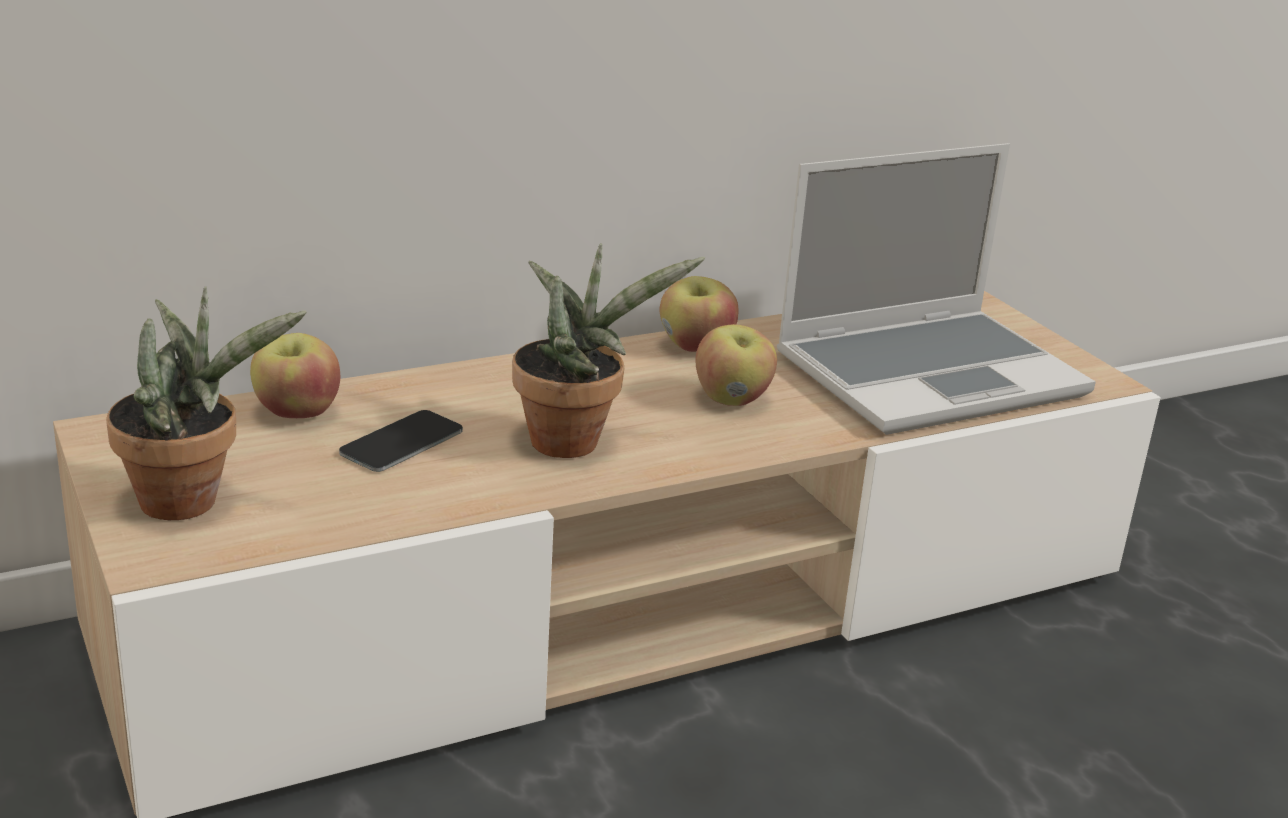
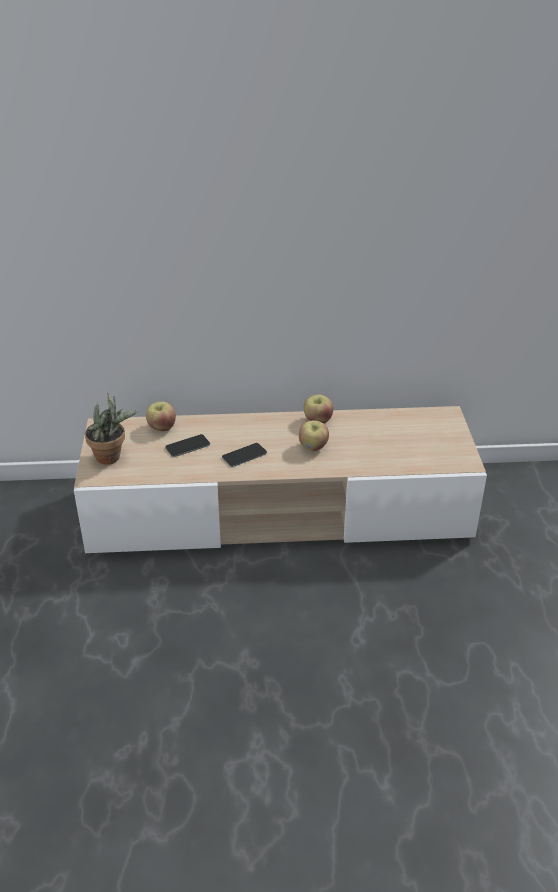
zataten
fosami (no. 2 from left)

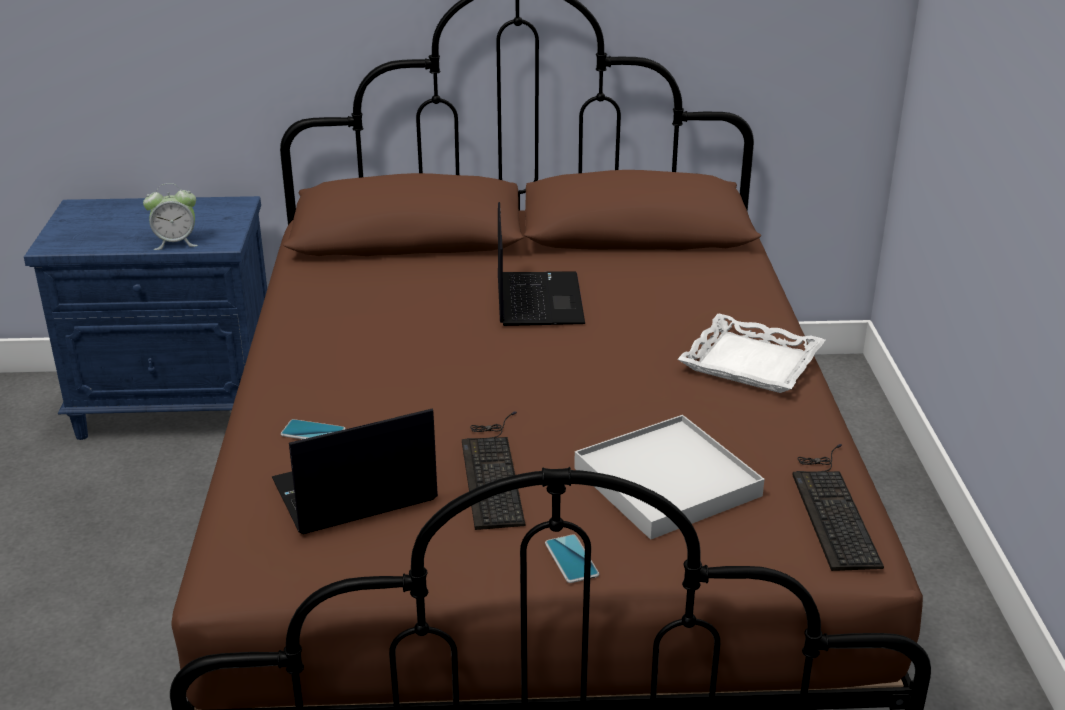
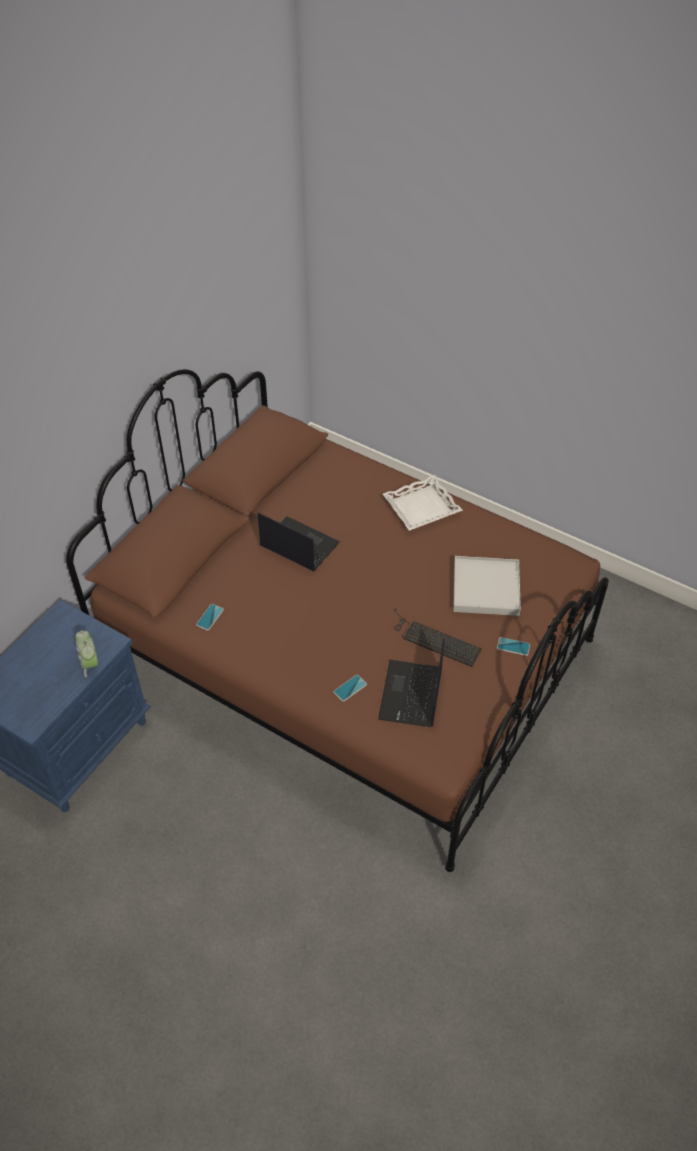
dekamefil (no. 2 from left in the first image)
fosami (no. 1 from left)
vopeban

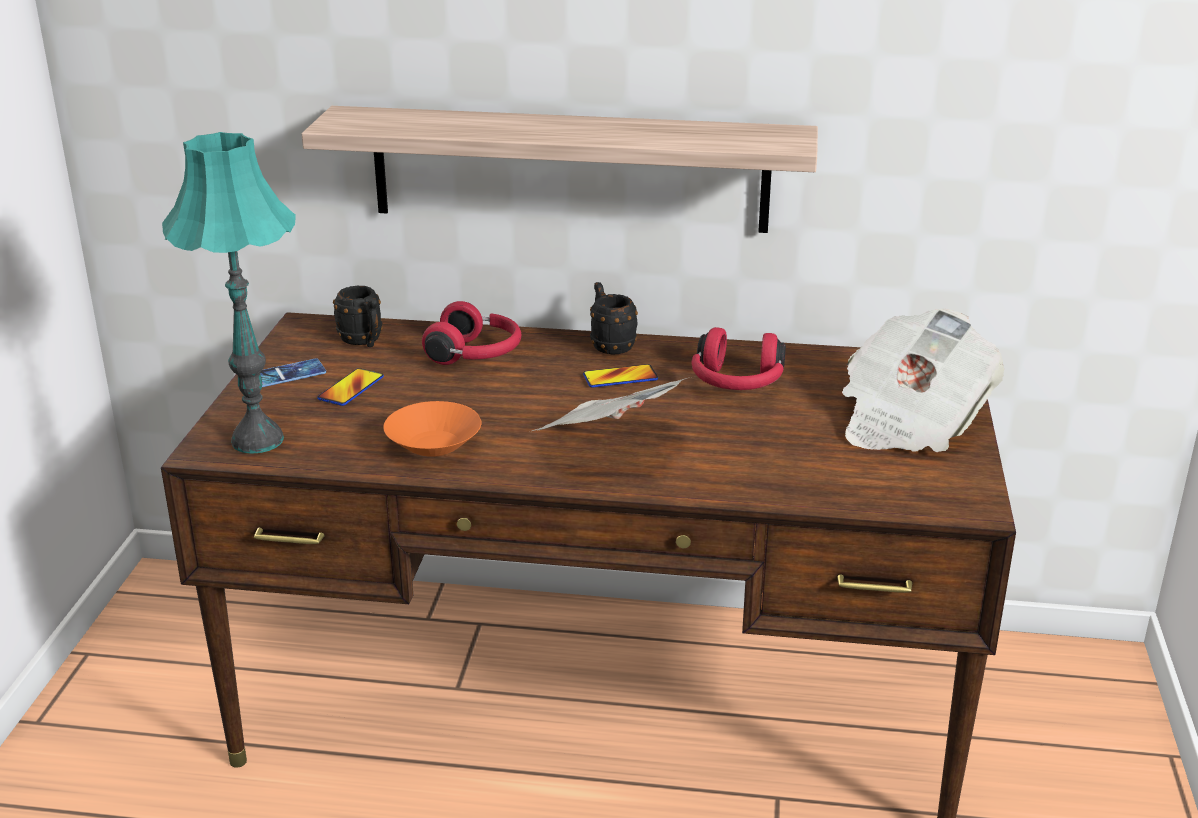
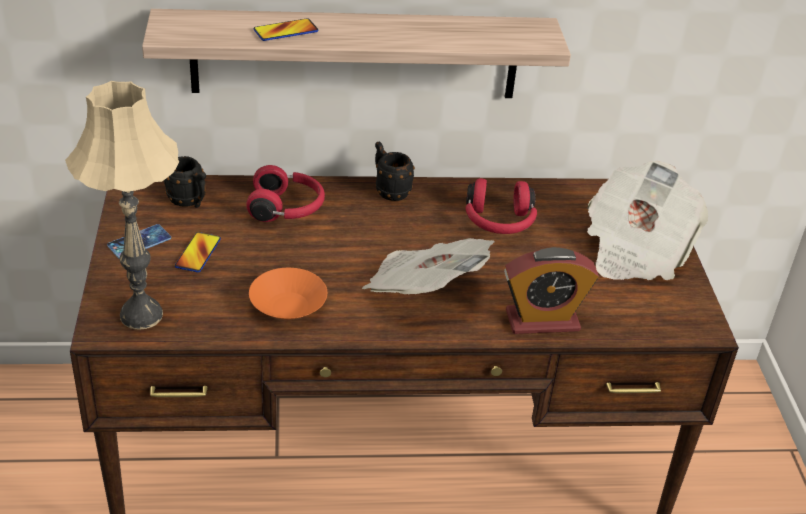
vopeban
fosami (no. 3 from left)
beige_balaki

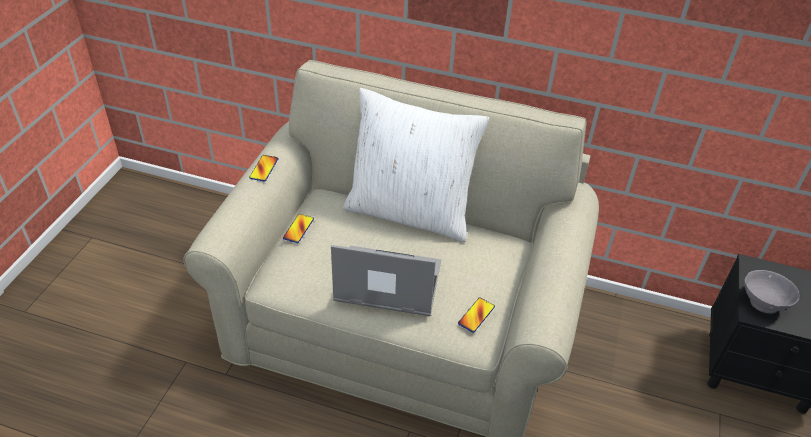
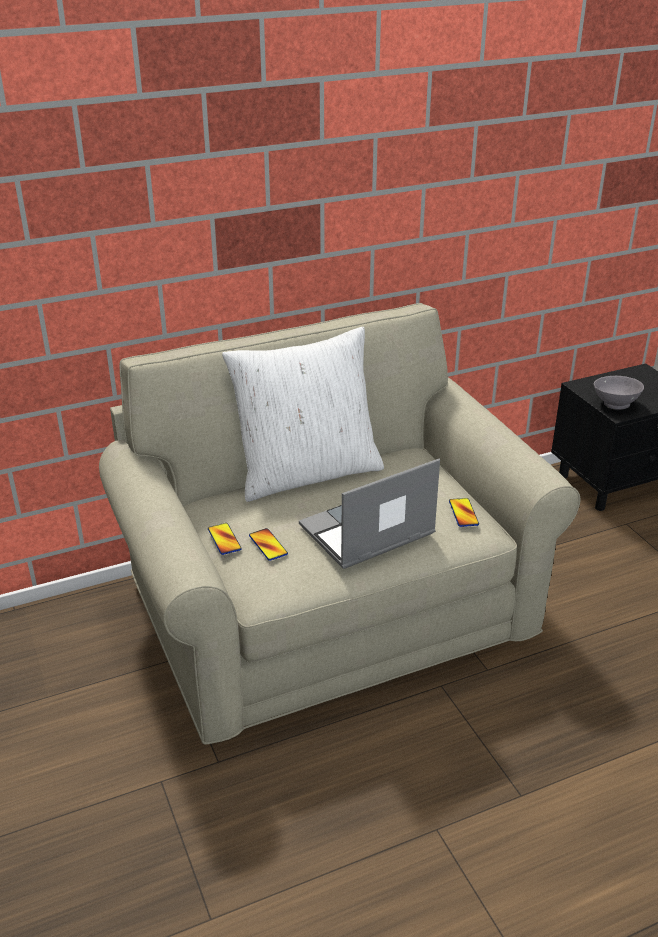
fosami (no. 2 from left)

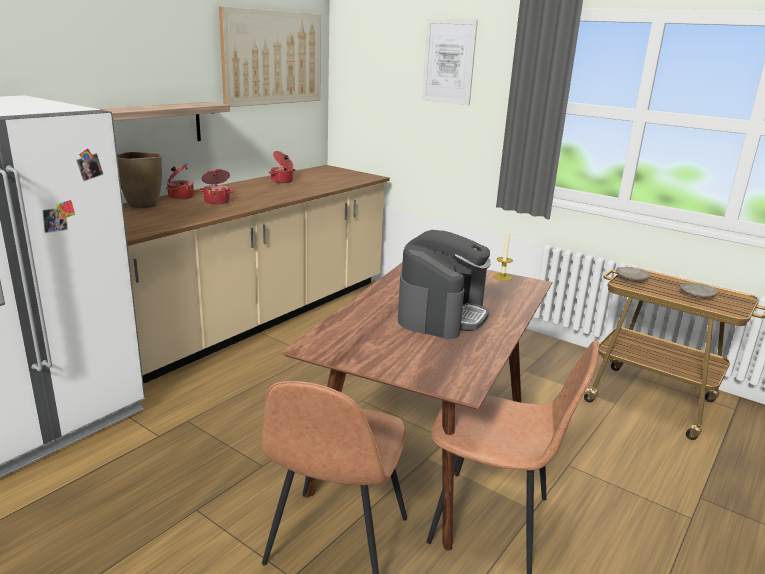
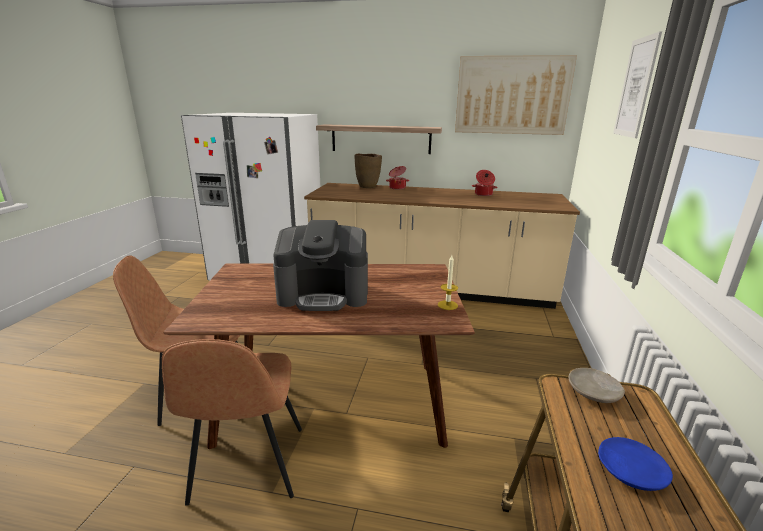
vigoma (no. 2 from left in the first image)
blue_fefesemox

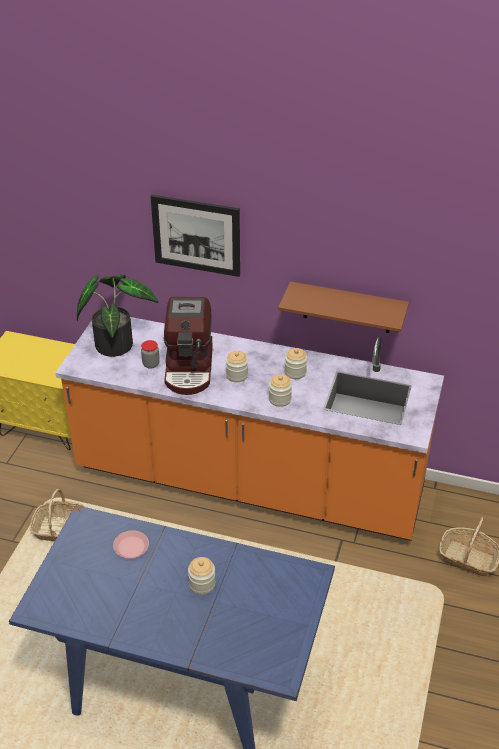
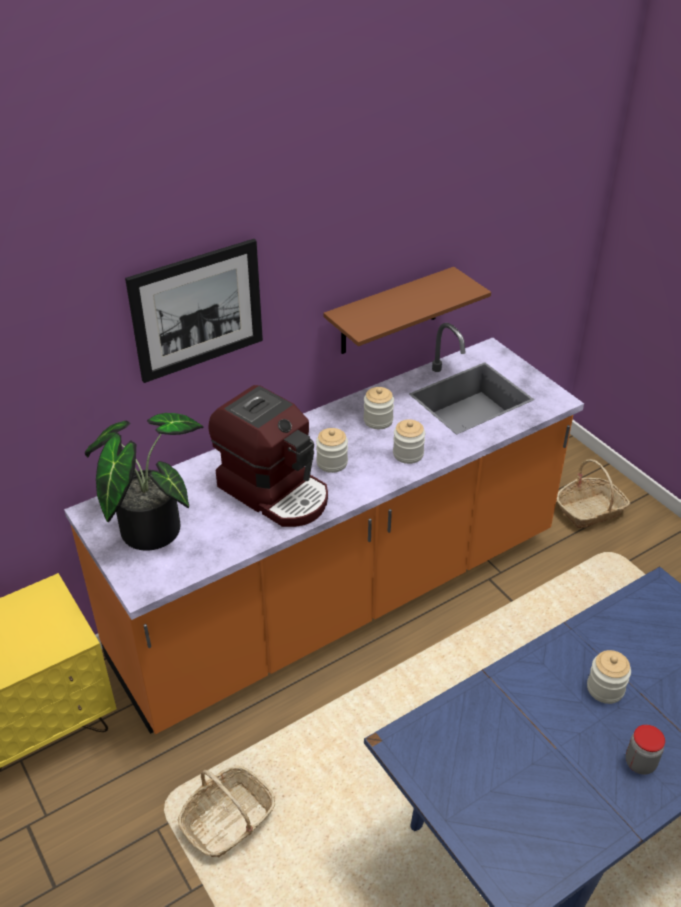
pink_fefesemox
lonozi (no. 5 from left)

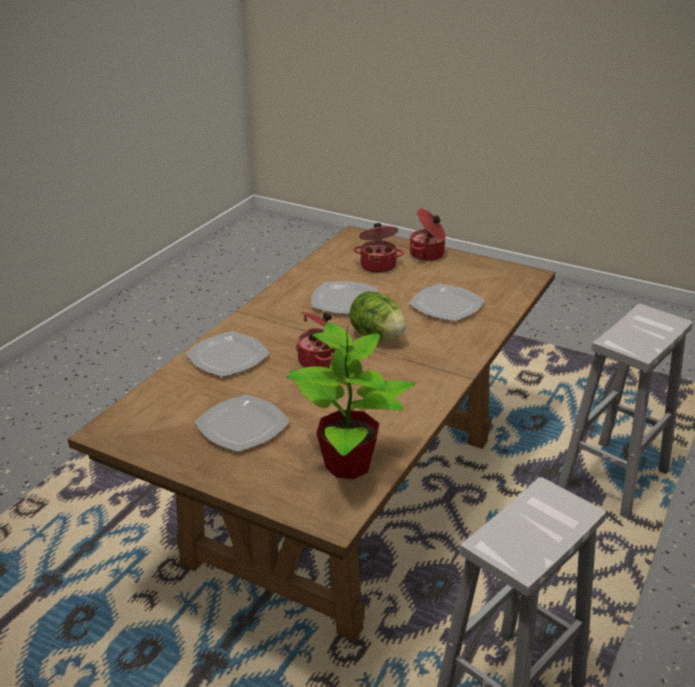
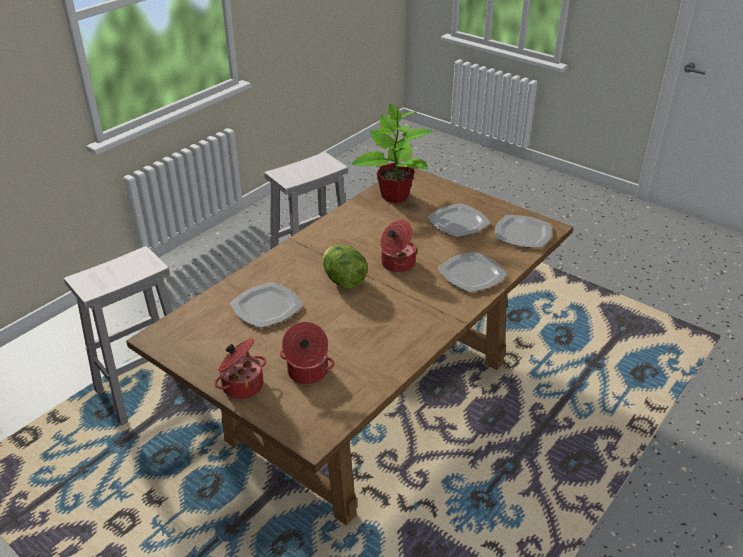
fefesemox (no. 4 from left)

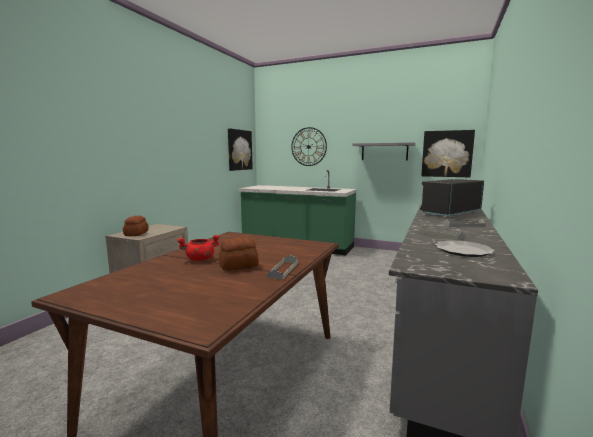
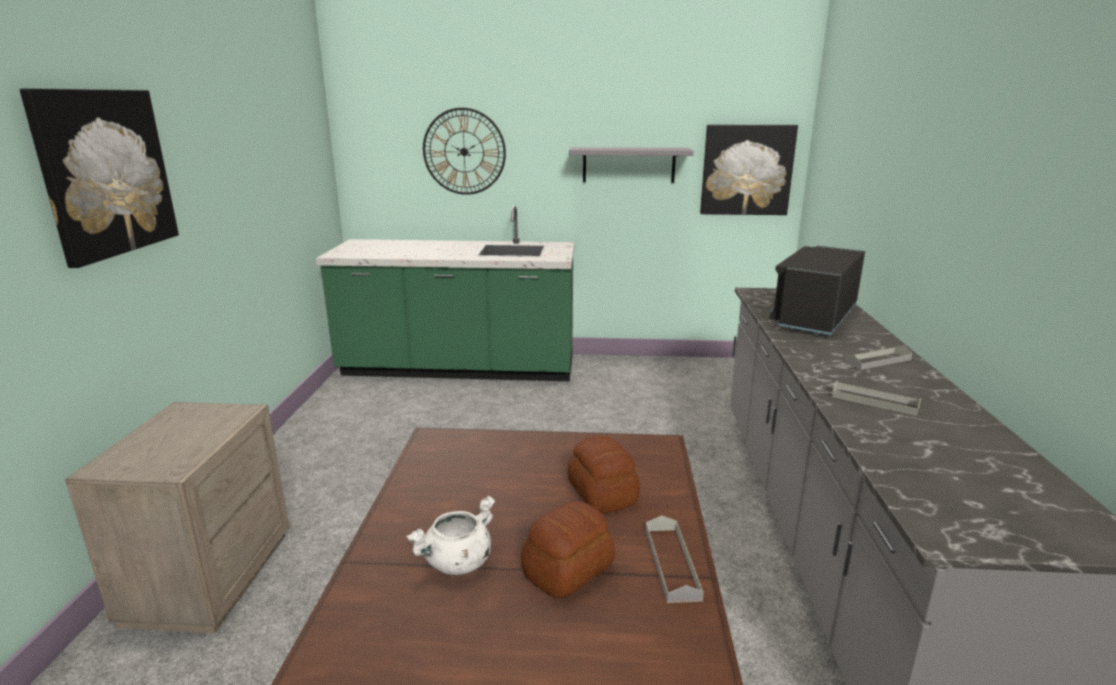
fefesemox
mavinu (no. 2 from left)
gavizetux (no. 1 from left)
white_vigoma

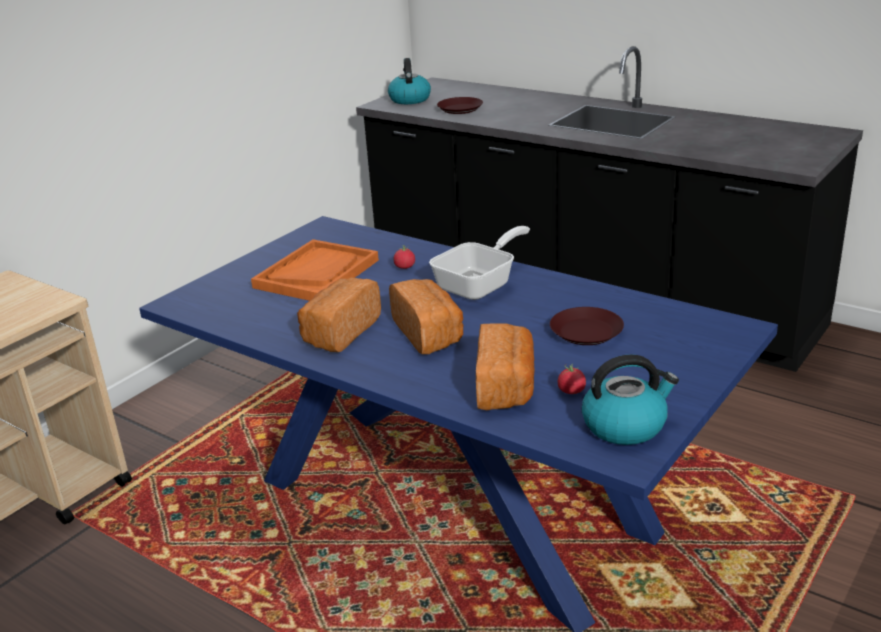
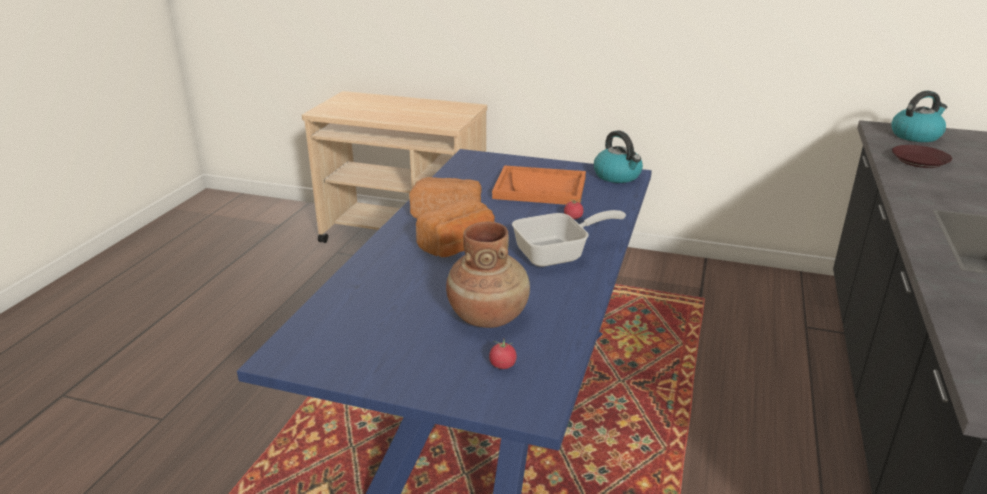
mavinu (no. 3 from left in the first image)
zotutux (no. 1 from left)
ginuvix (no. 1 from left)
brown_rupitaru
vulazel

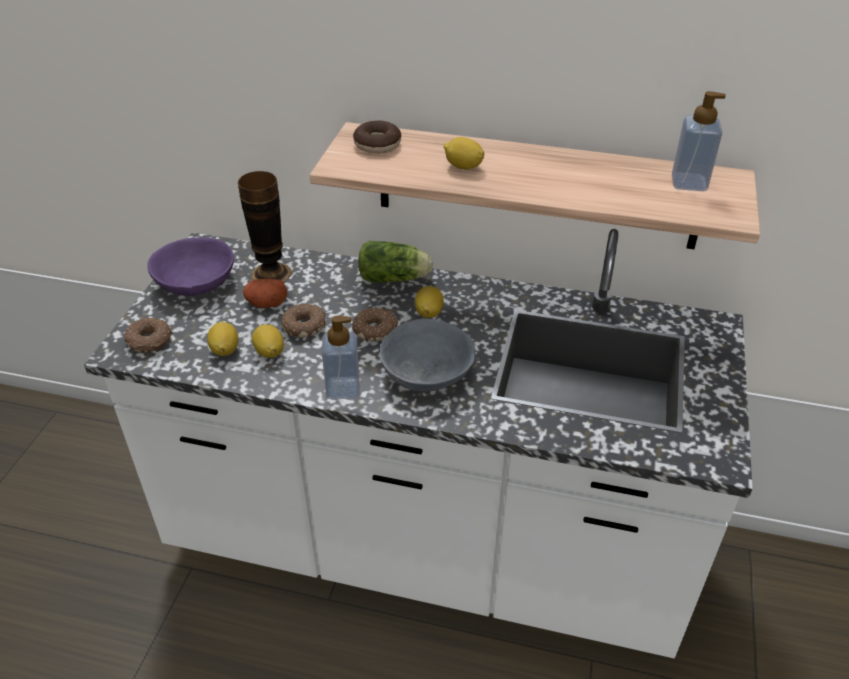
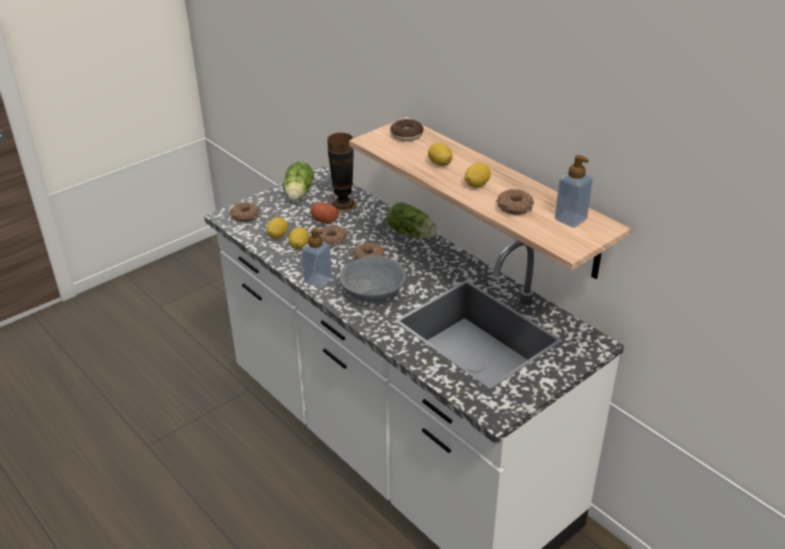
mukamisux (no. 5 from left)
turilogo (no. 4 from left)
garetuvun (no. 1 from left)

